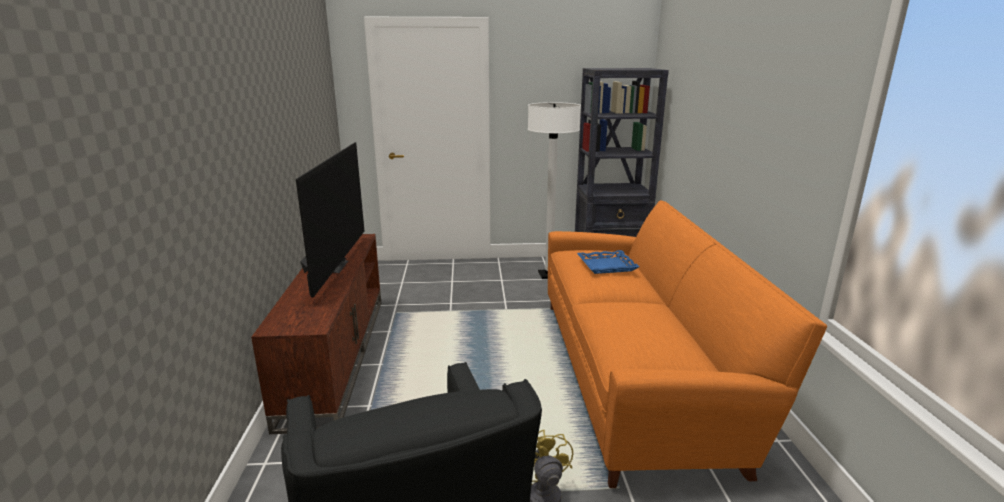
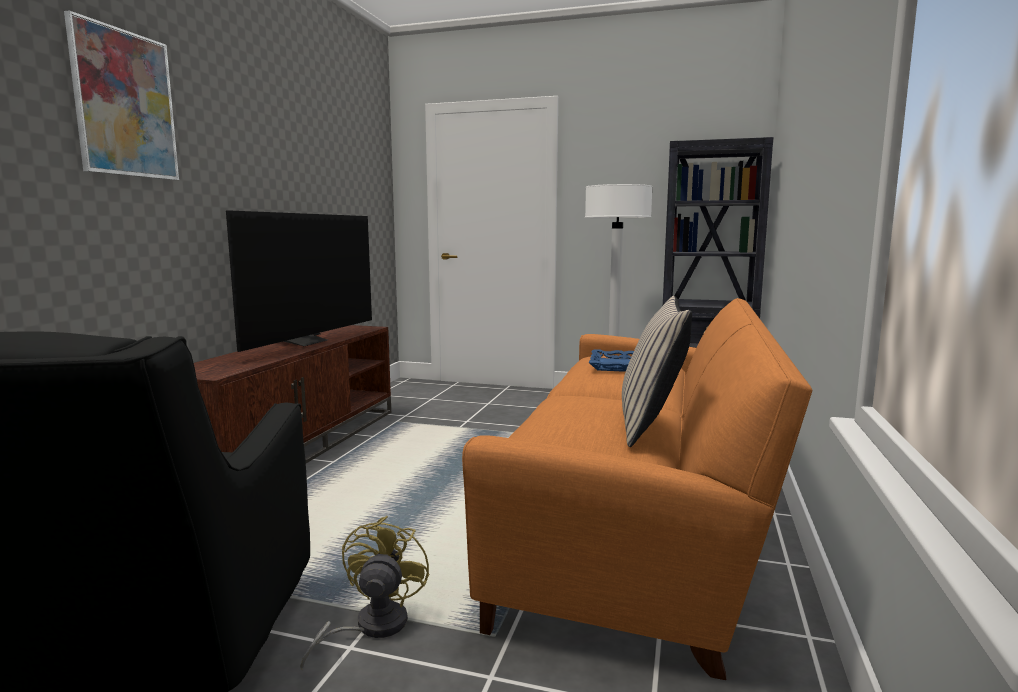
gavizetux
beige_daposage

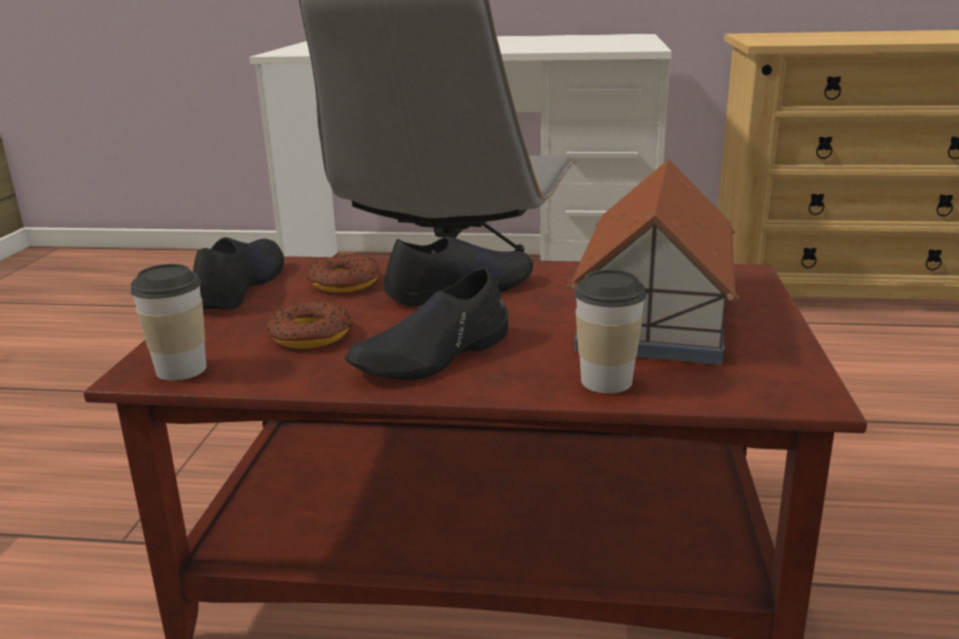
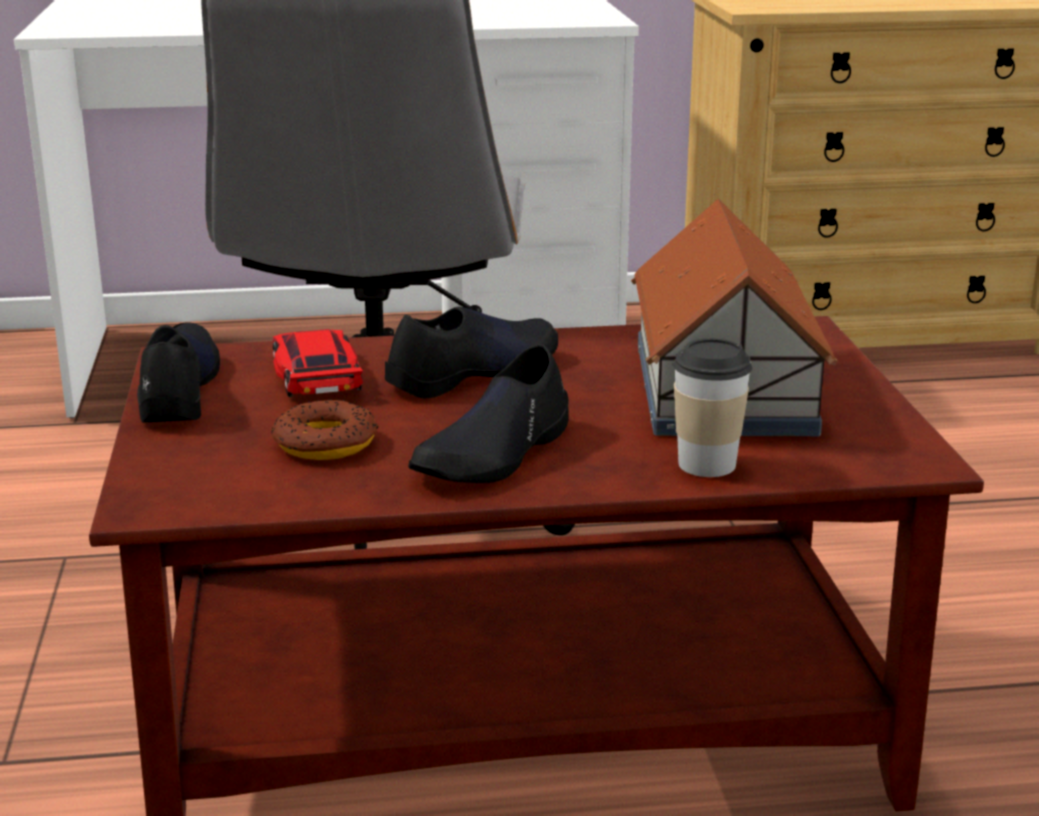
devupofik (no. 1 from left in the first image)
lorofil

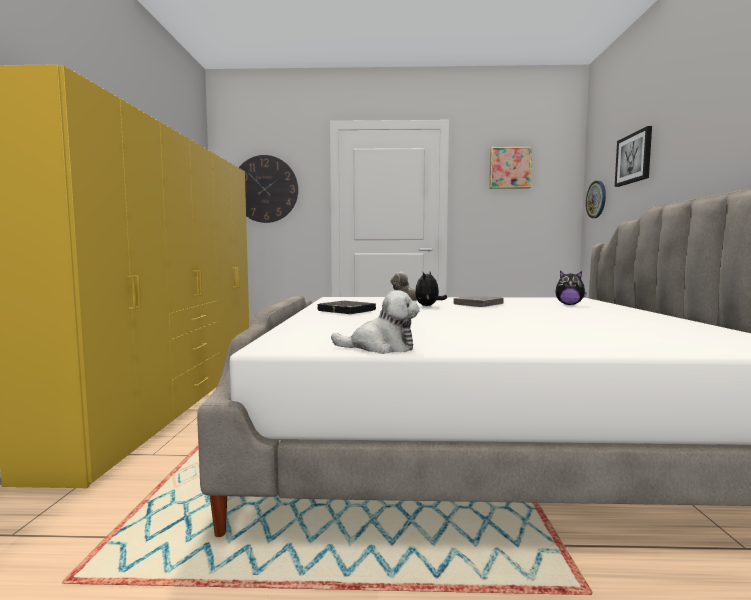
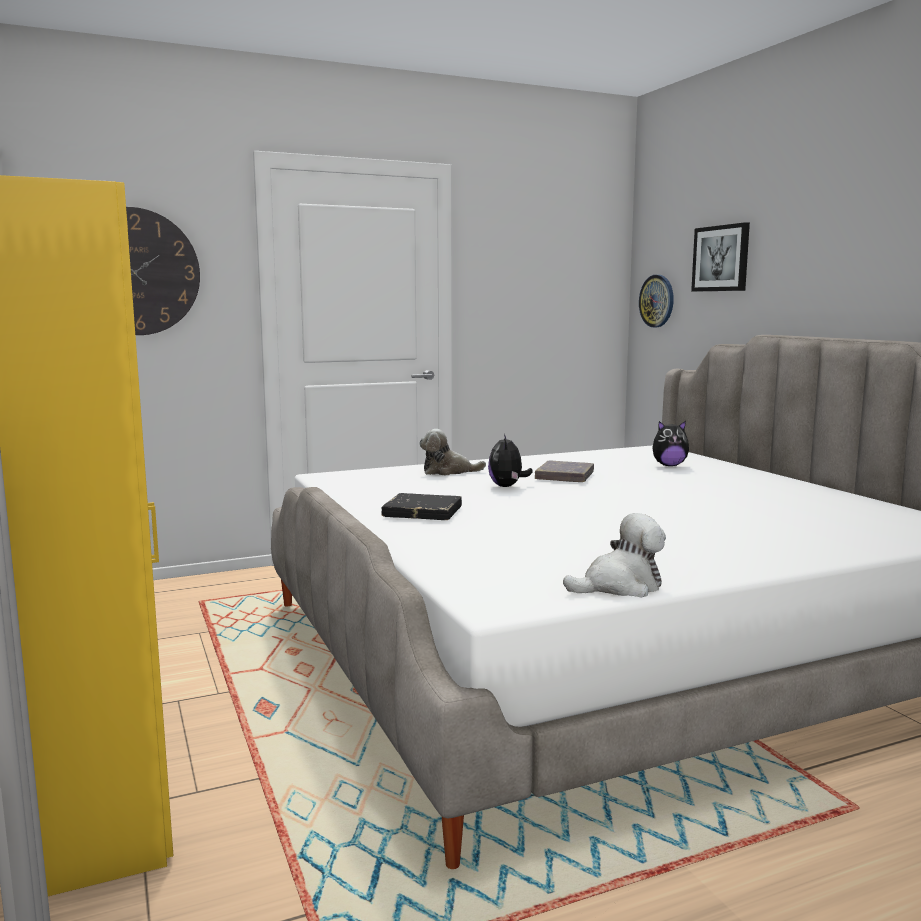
gavizetux (no. 1 from left in the first image)

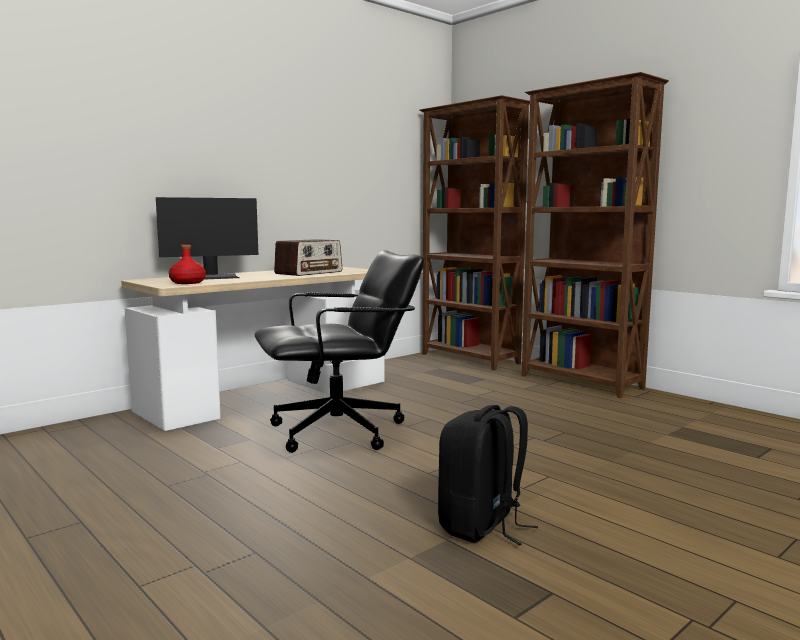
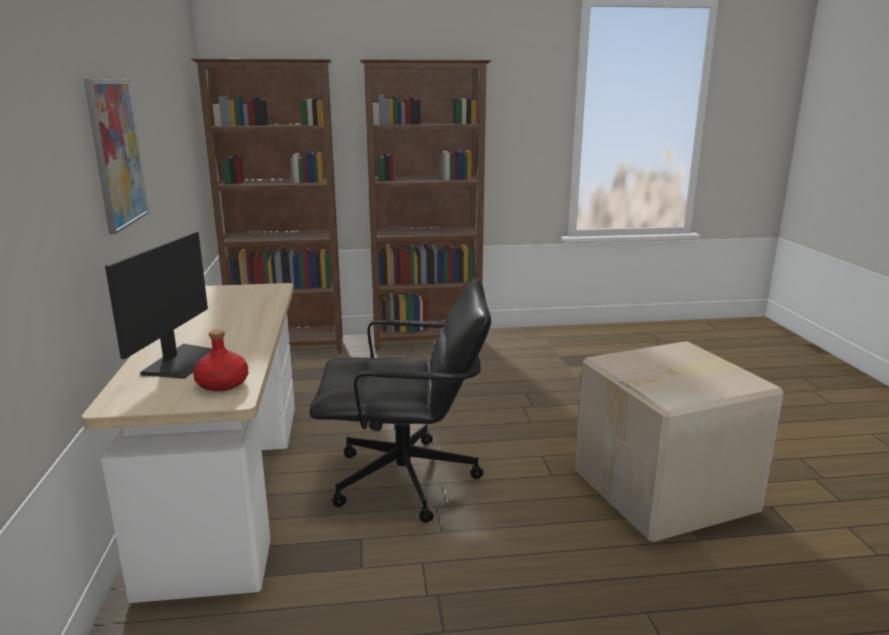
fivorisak
gavizetux
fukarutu
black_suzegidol

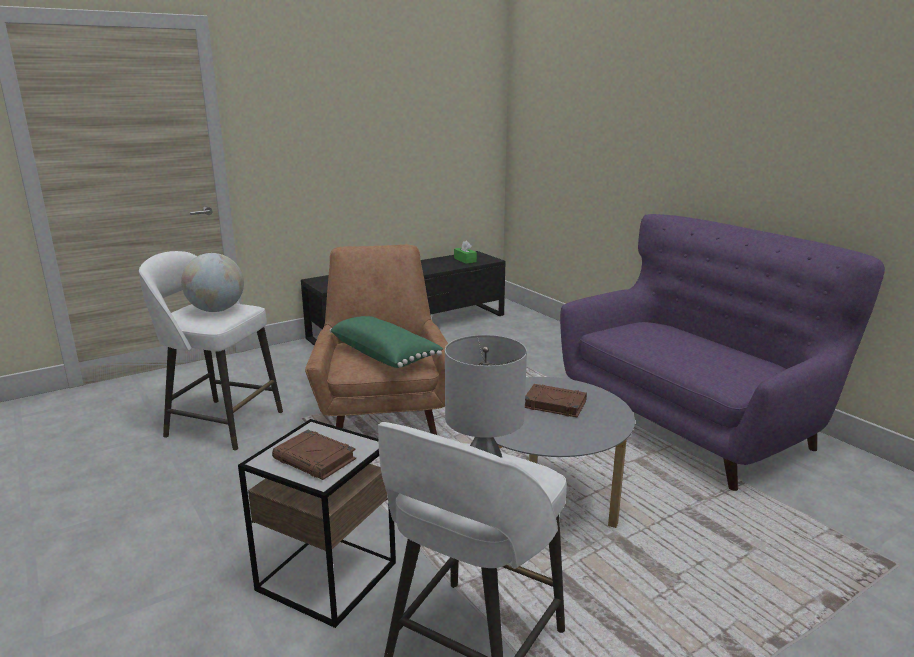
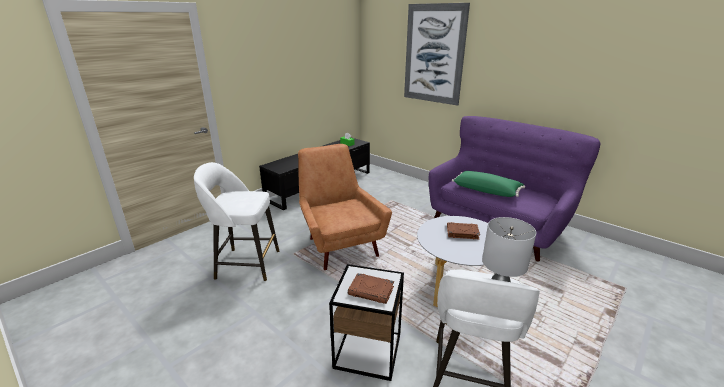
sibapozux
gavizetux
green_daposage

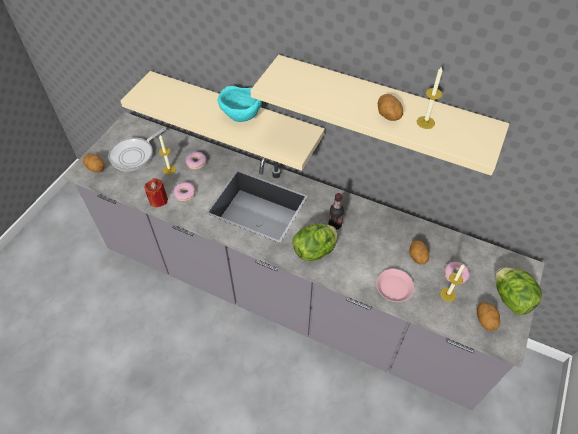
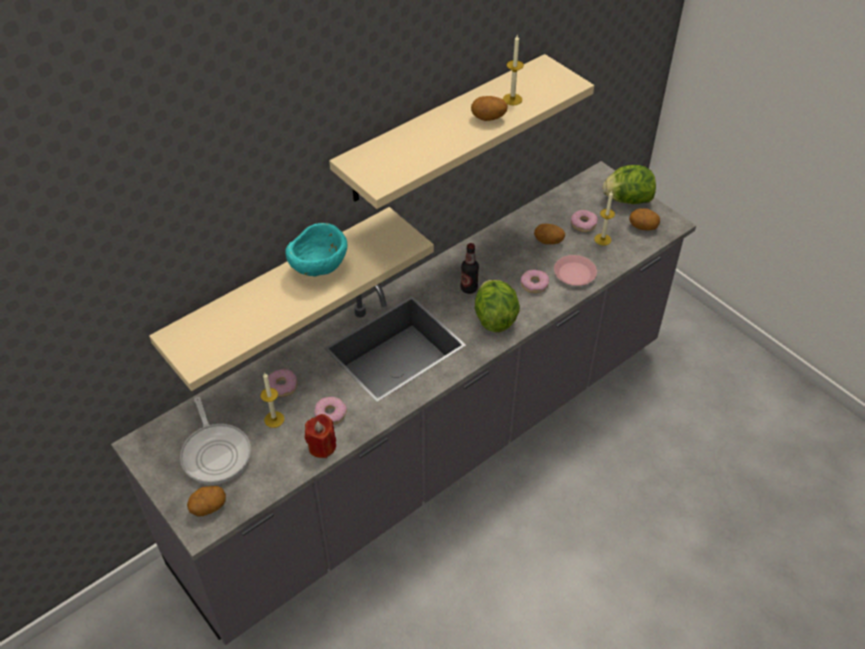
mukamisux (no. 3 from left)

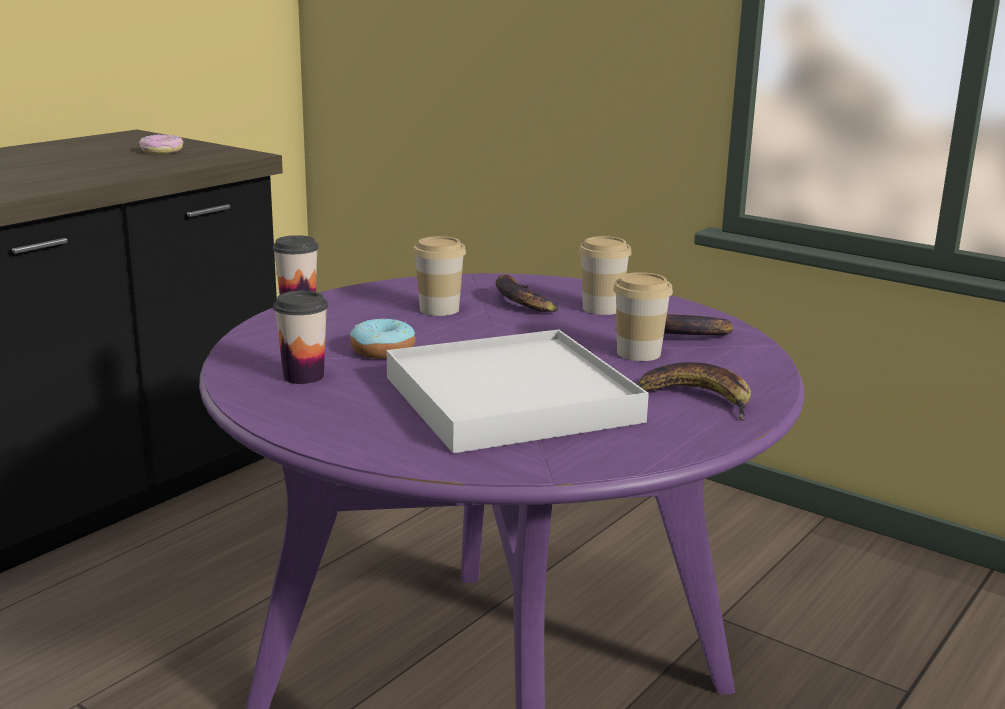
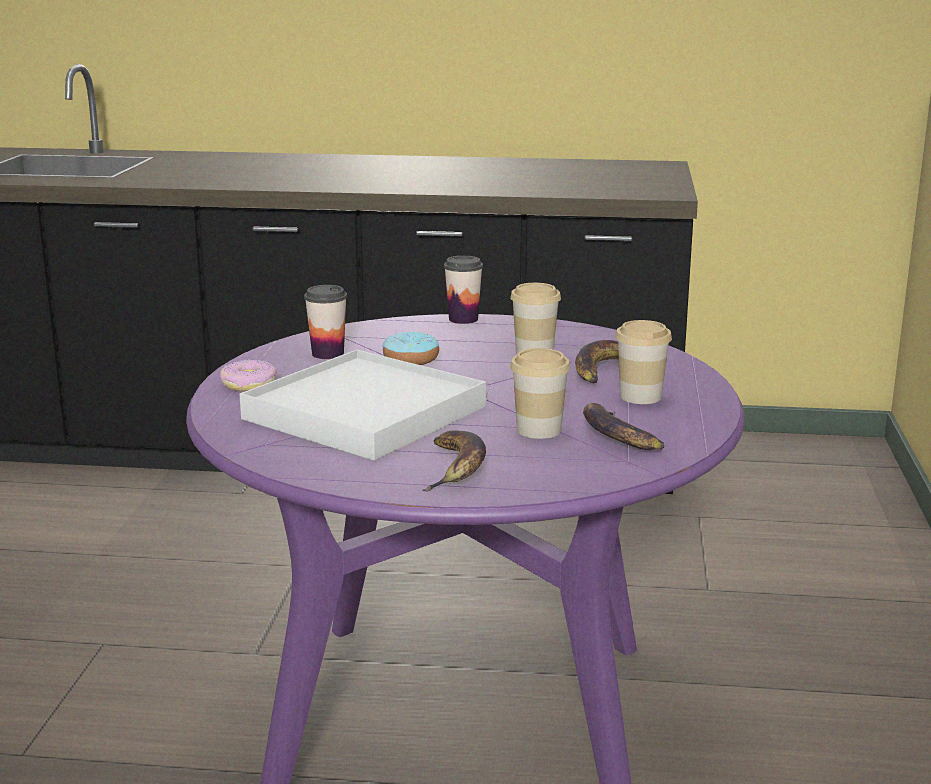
mukamisux (no. 1 from left)

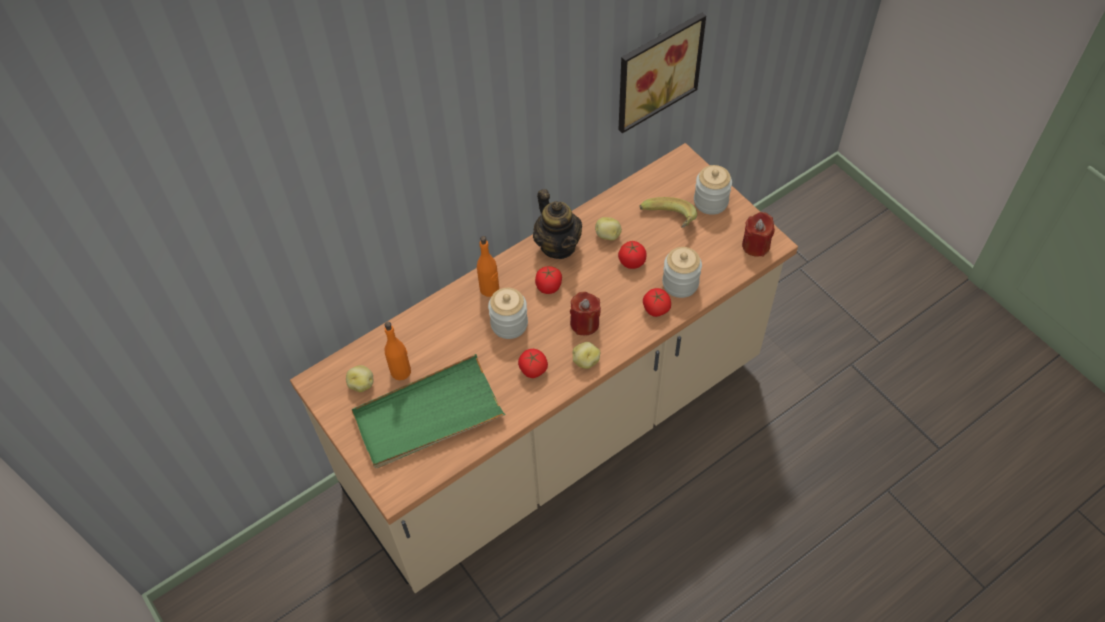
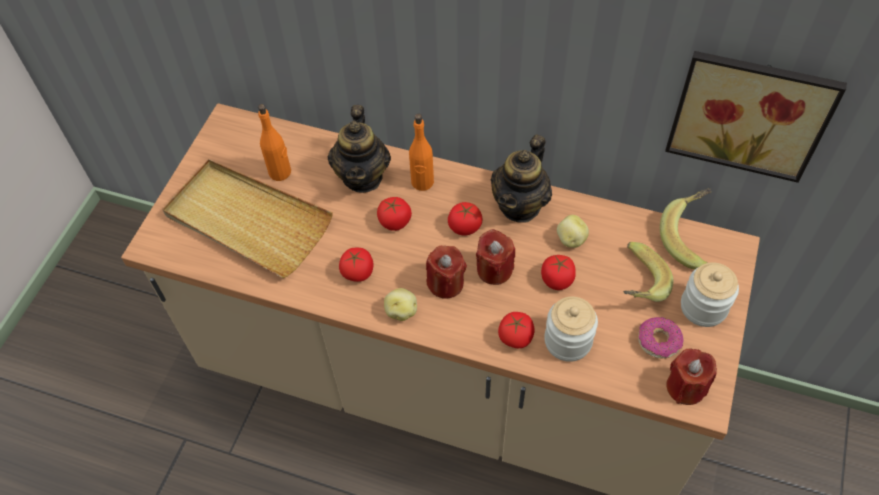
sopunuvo (no. 1 from left in the first image)
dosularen (no. 1 from left)
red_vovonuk (no. 2 from left)
mukamisux
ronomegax (no. 2 from left)
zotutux (no. 2 from left)
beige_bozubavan

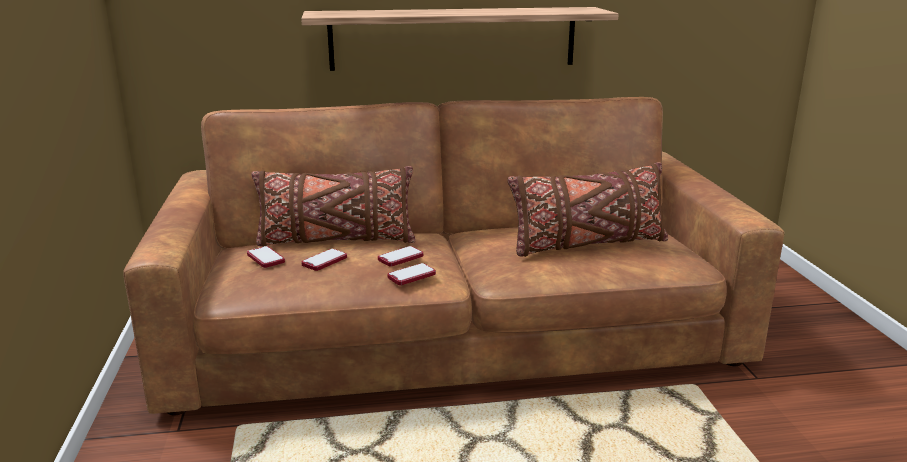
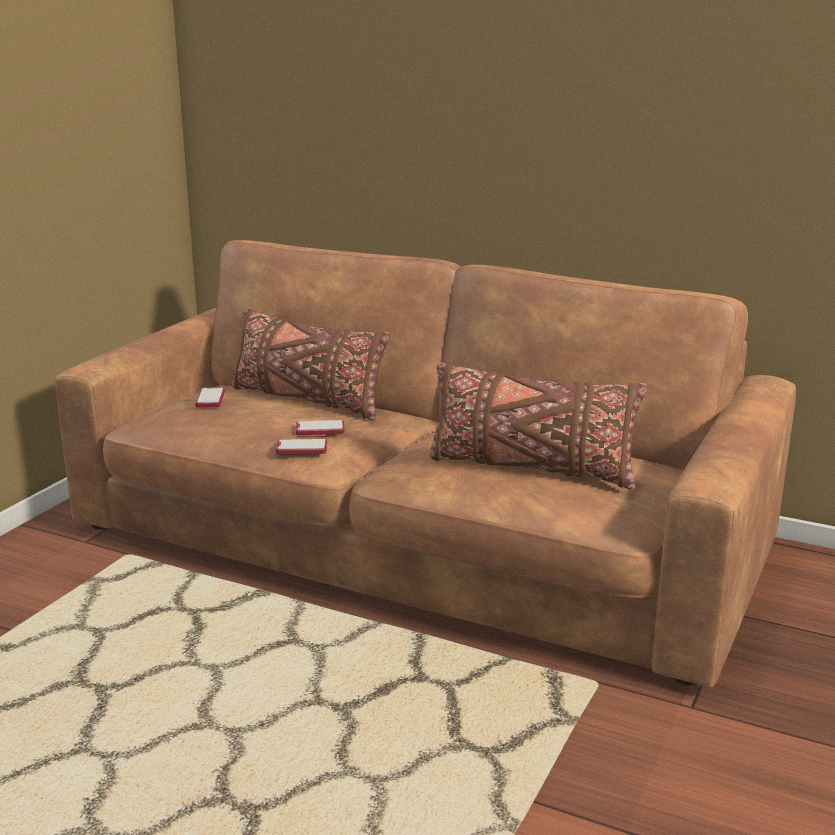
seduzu
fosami (no. 2 from left in the first image)

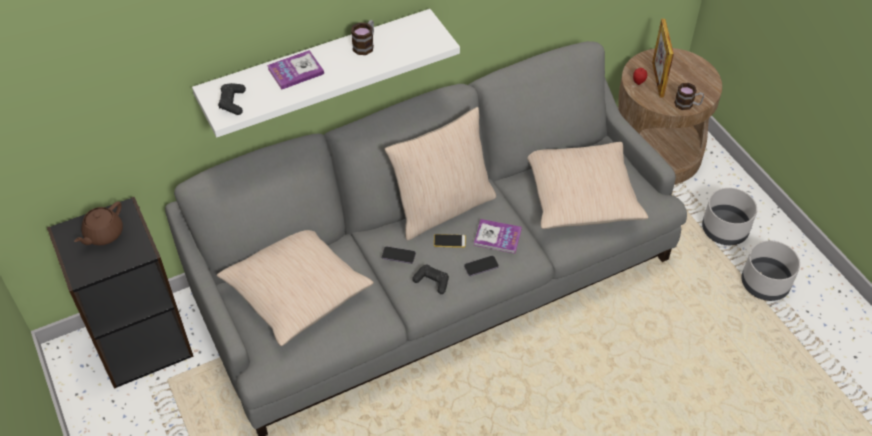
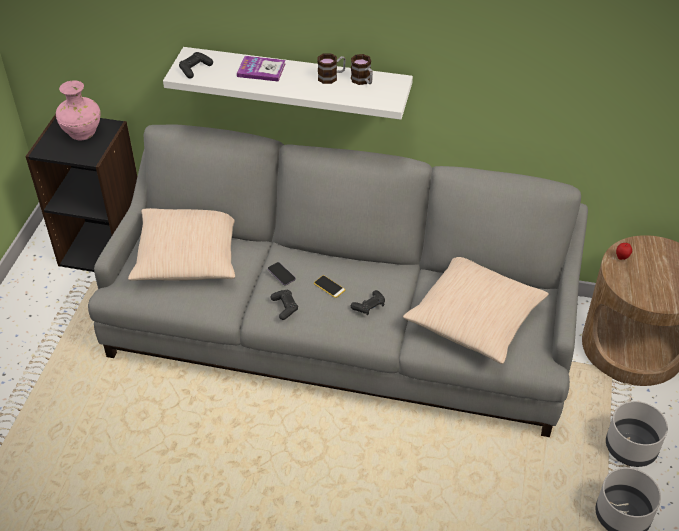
beige_daposage (no. 2 from left in the first image)
fosami (no. 3 from left in the first image)
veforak
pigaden (no. 2 from left)
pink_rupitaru
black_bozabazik (no. 3 from left)

